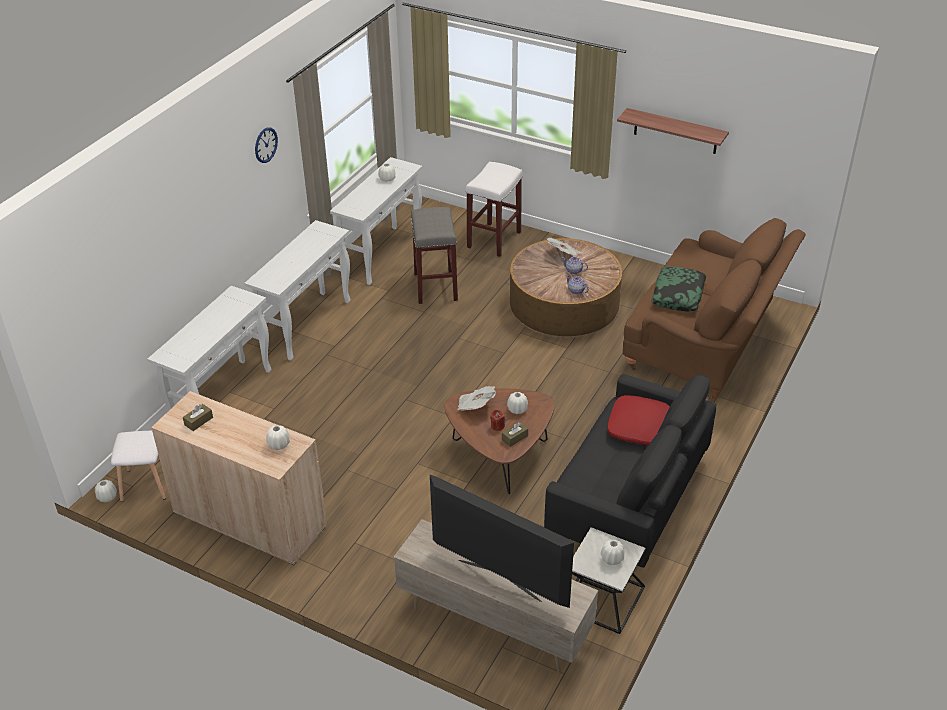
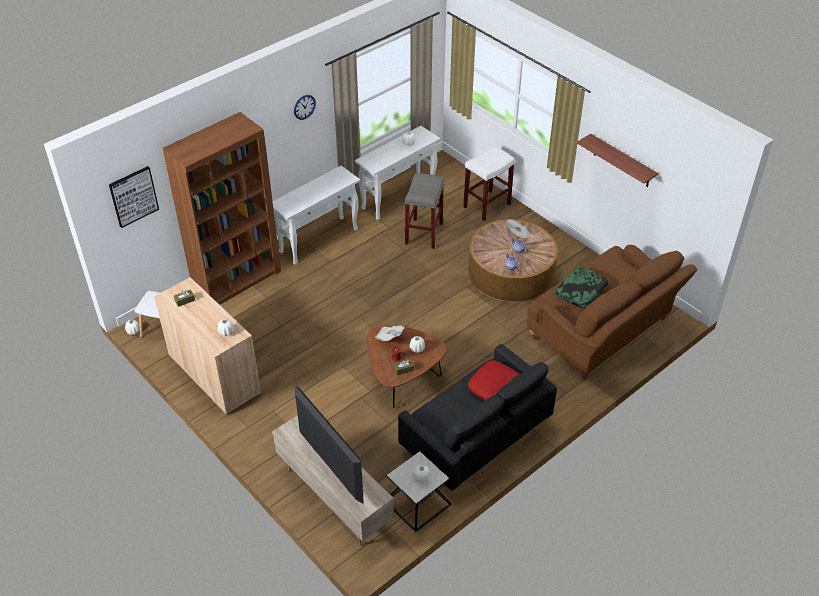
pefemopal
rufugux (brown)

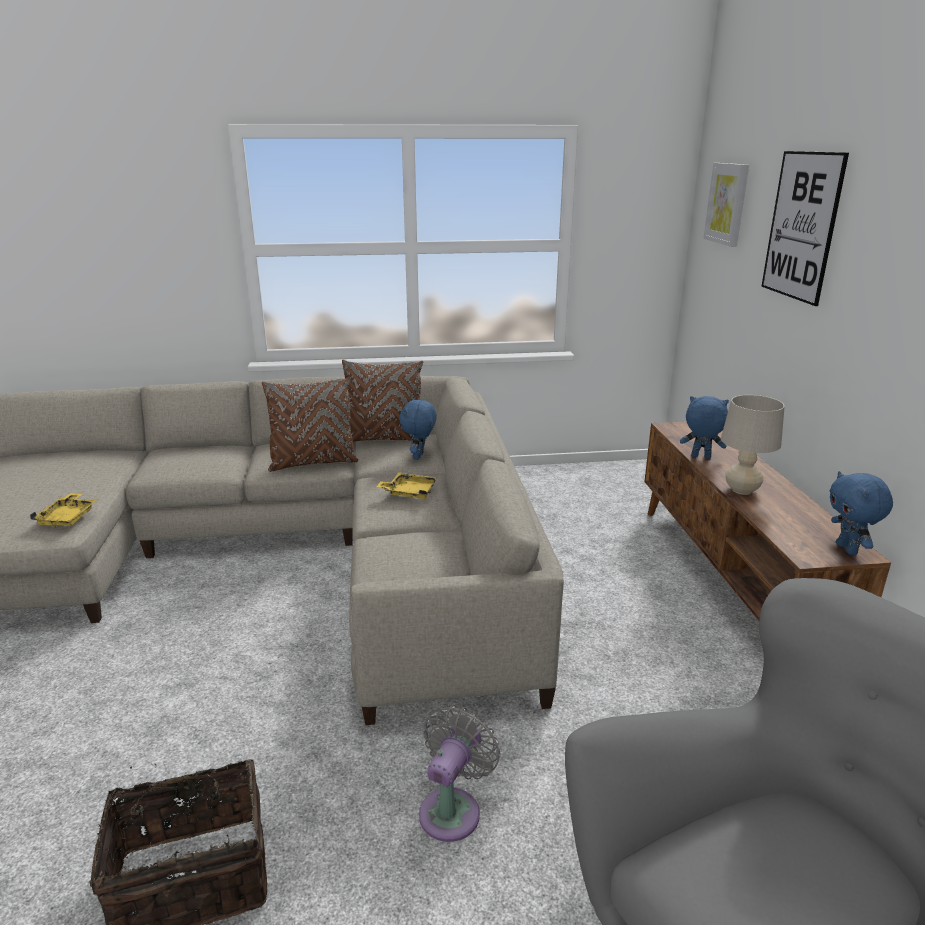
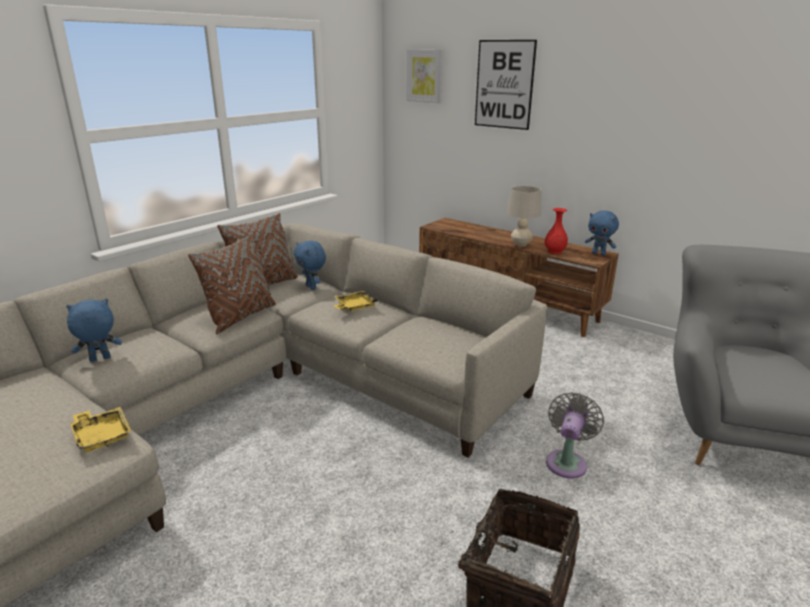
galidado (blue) (1st from left)
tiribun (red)
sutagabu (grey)

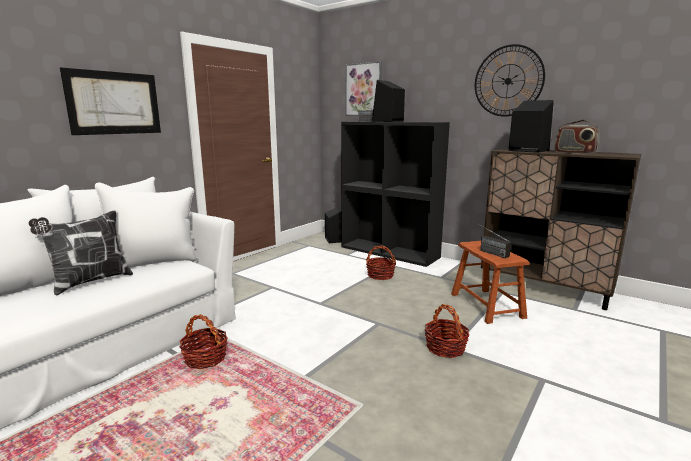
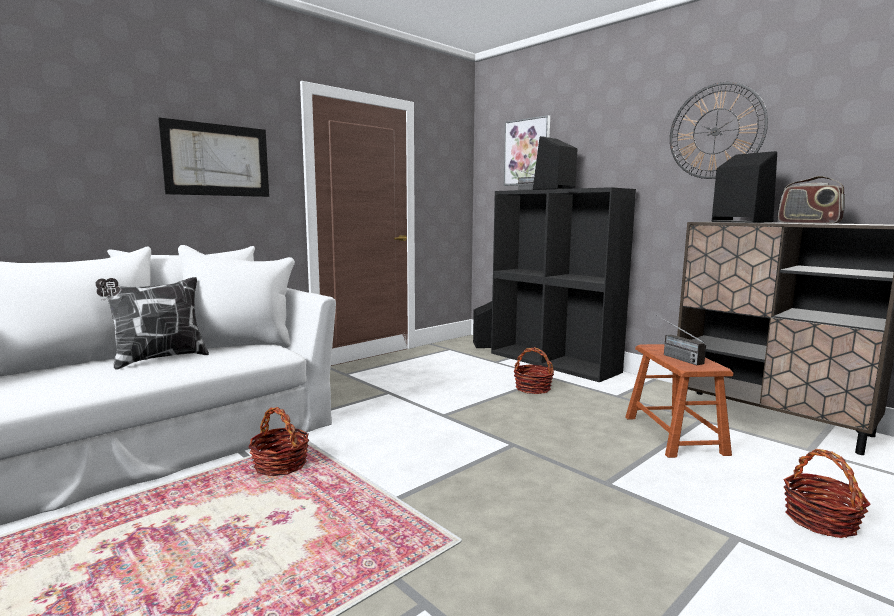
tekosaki (3rd from left)

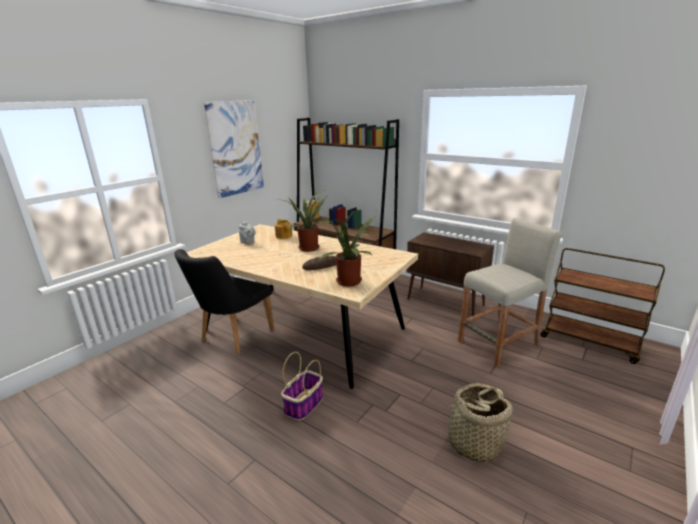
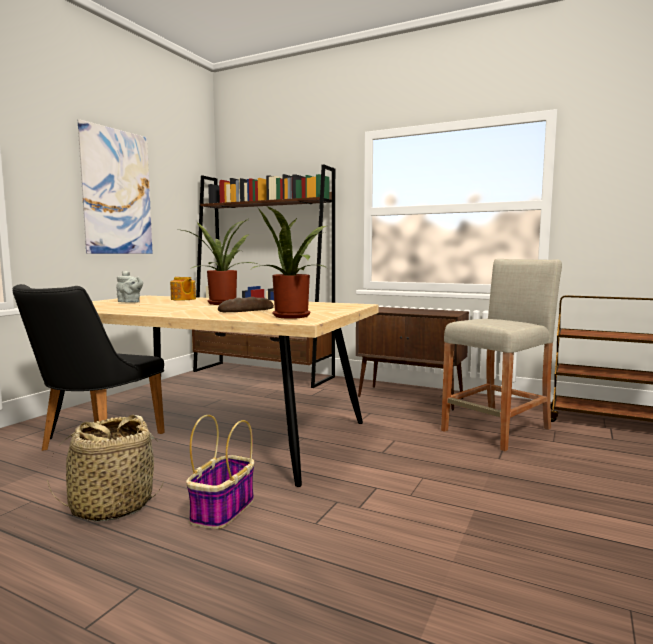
tekosaki (1st from left)

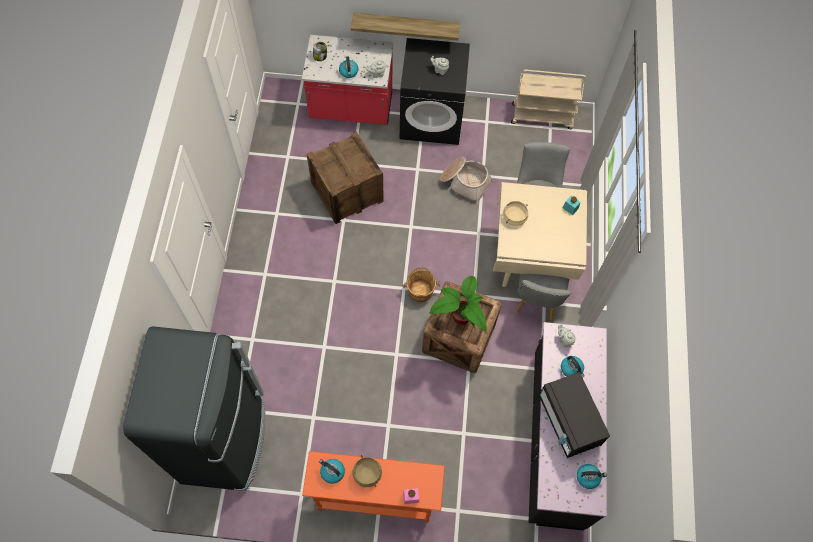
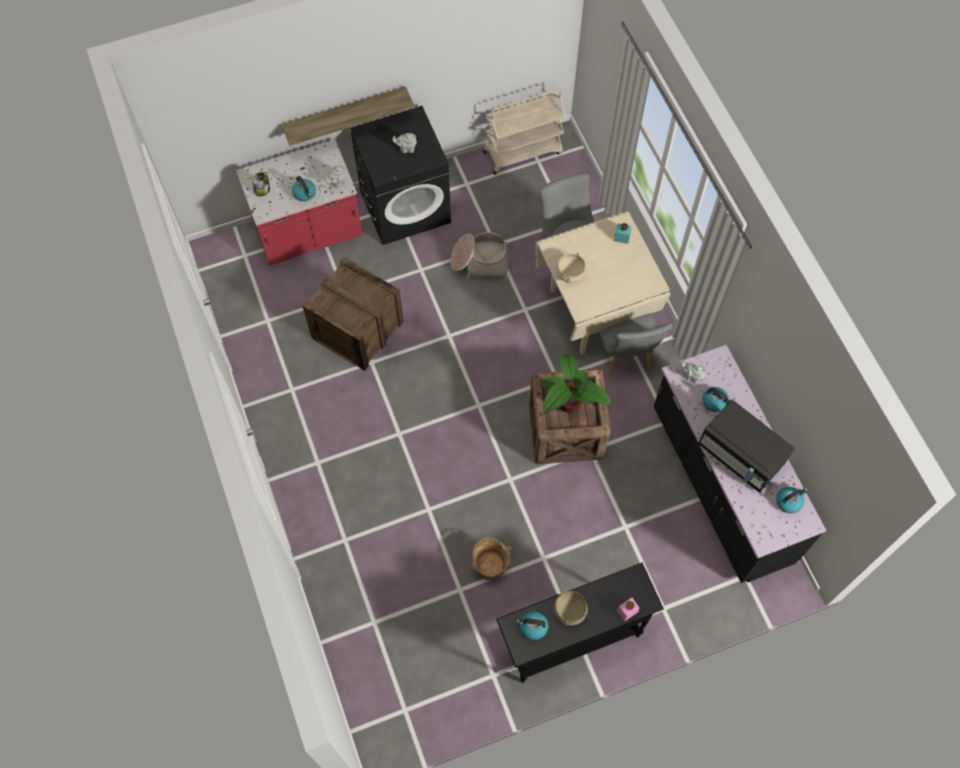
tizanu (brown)
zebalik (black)
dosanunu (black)

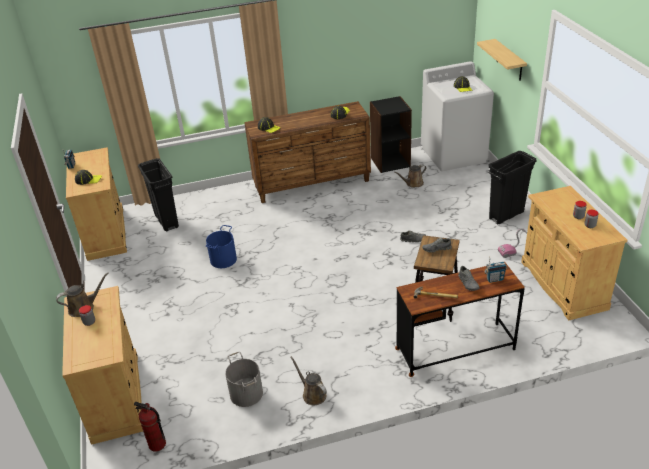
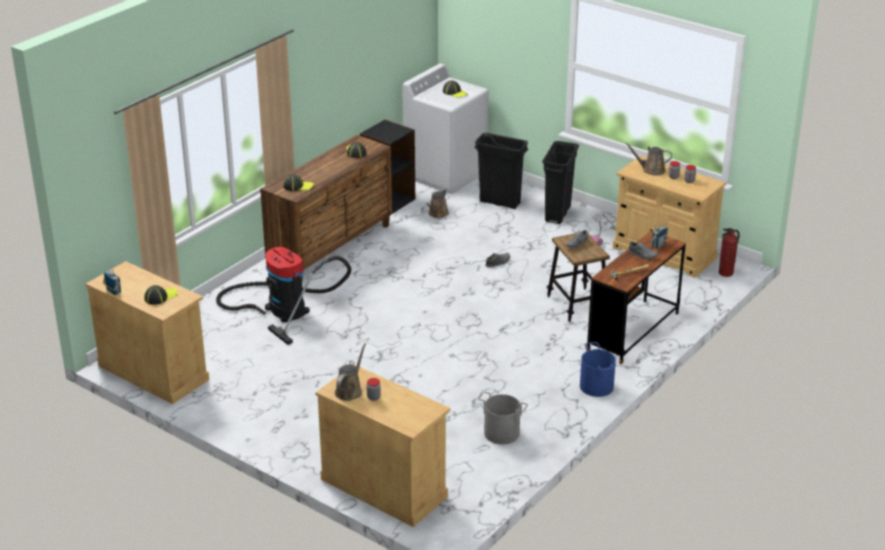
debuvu (1st from left)
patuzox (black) (1st from left)
tizanu (blue)
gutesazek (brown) (3rd from left)
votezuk
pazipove

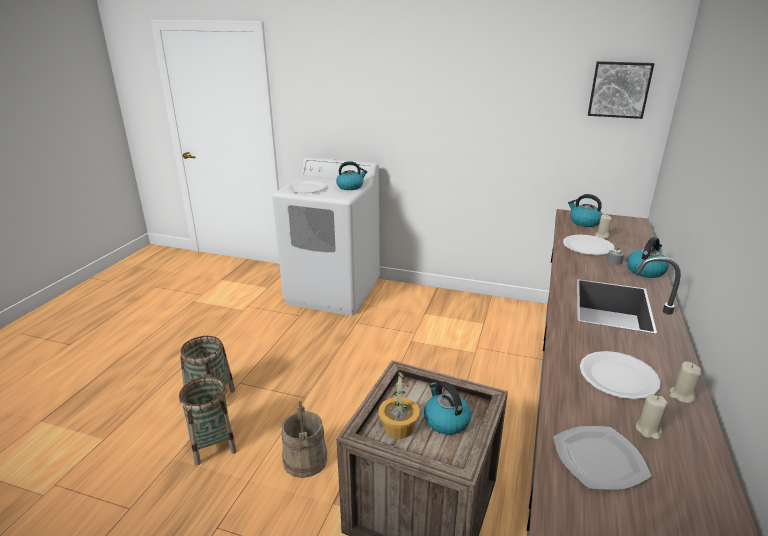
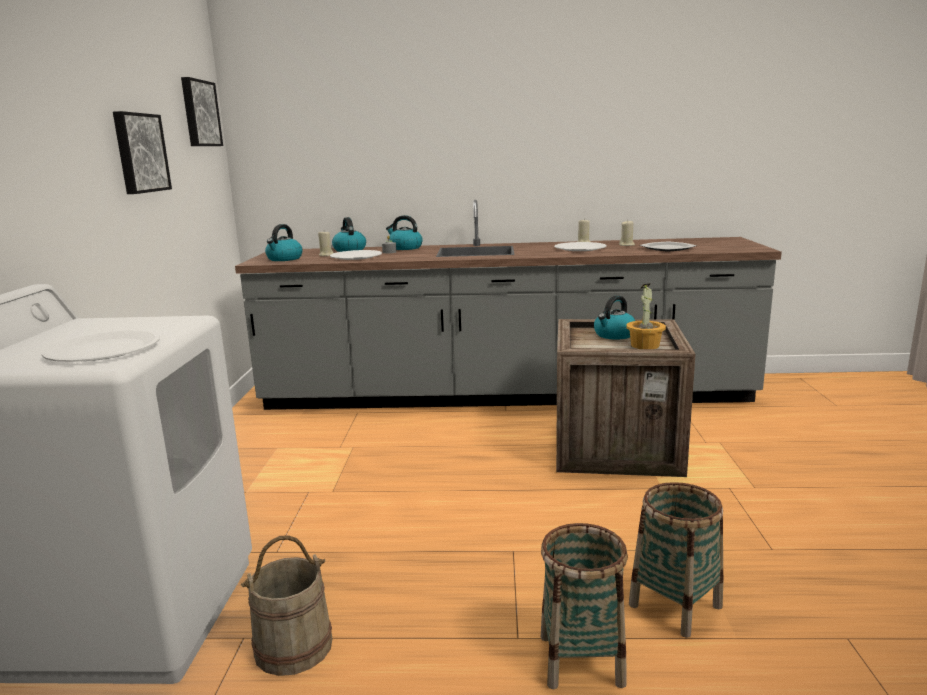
pefemopal (1st from left)
tizanu (beige)
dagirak (2nd from left)

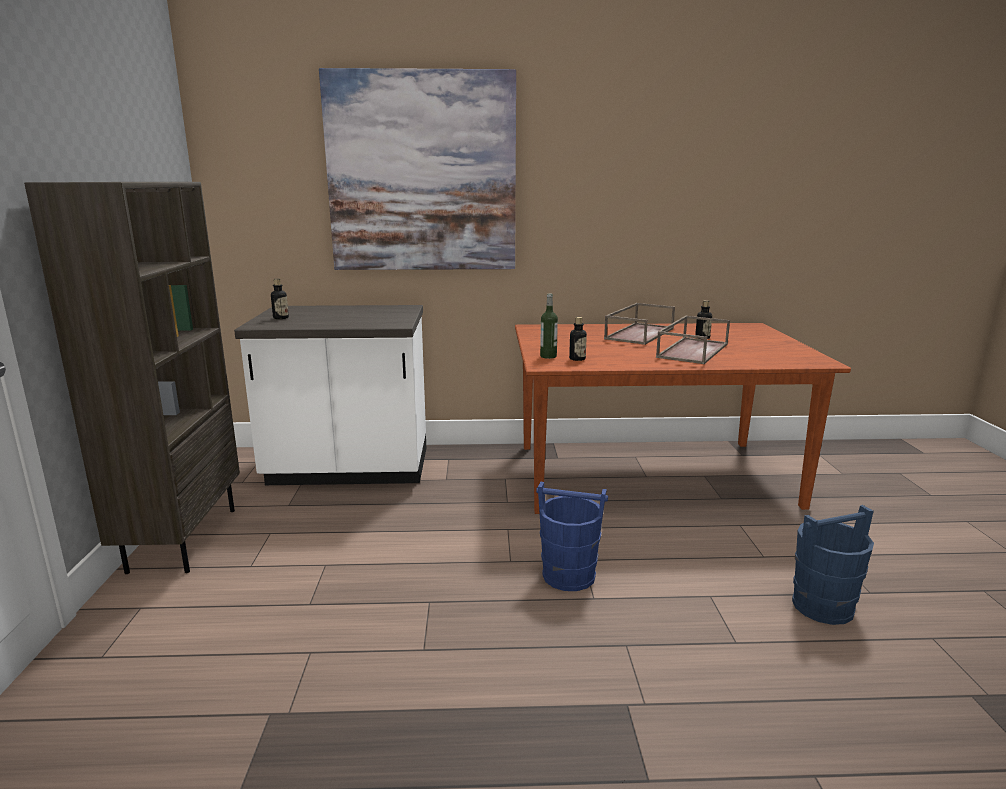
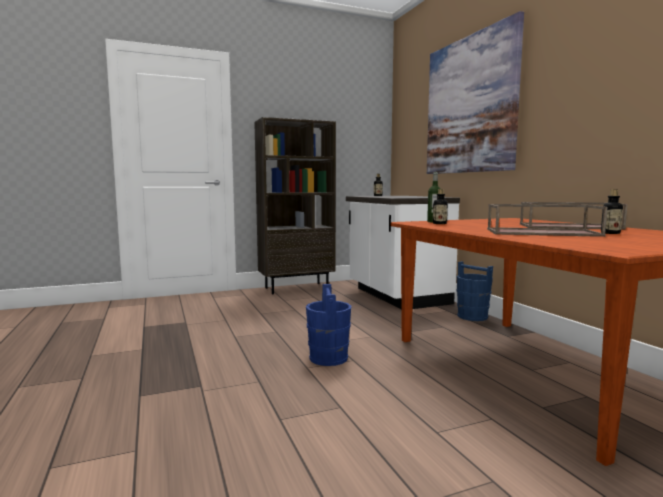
tizanu (blue) (2nd from left)

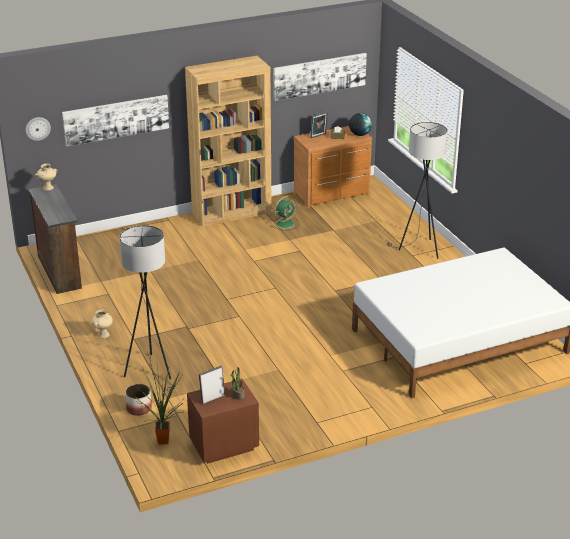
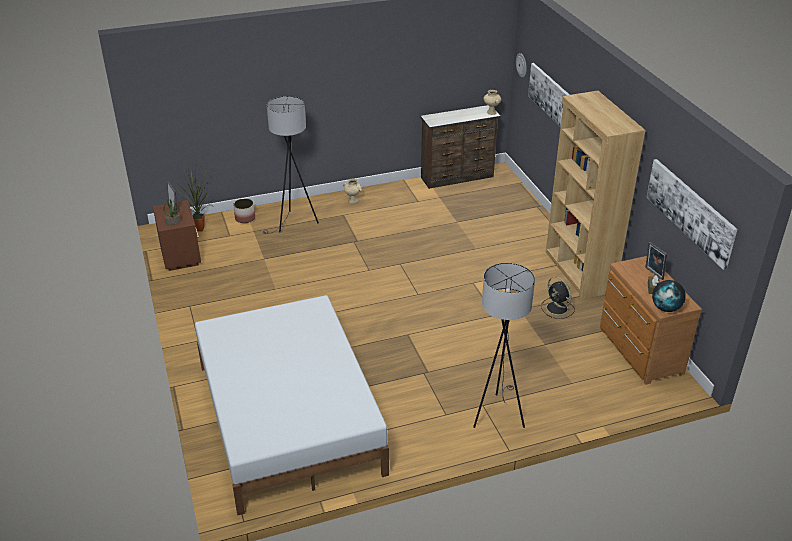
sutagabu (black)

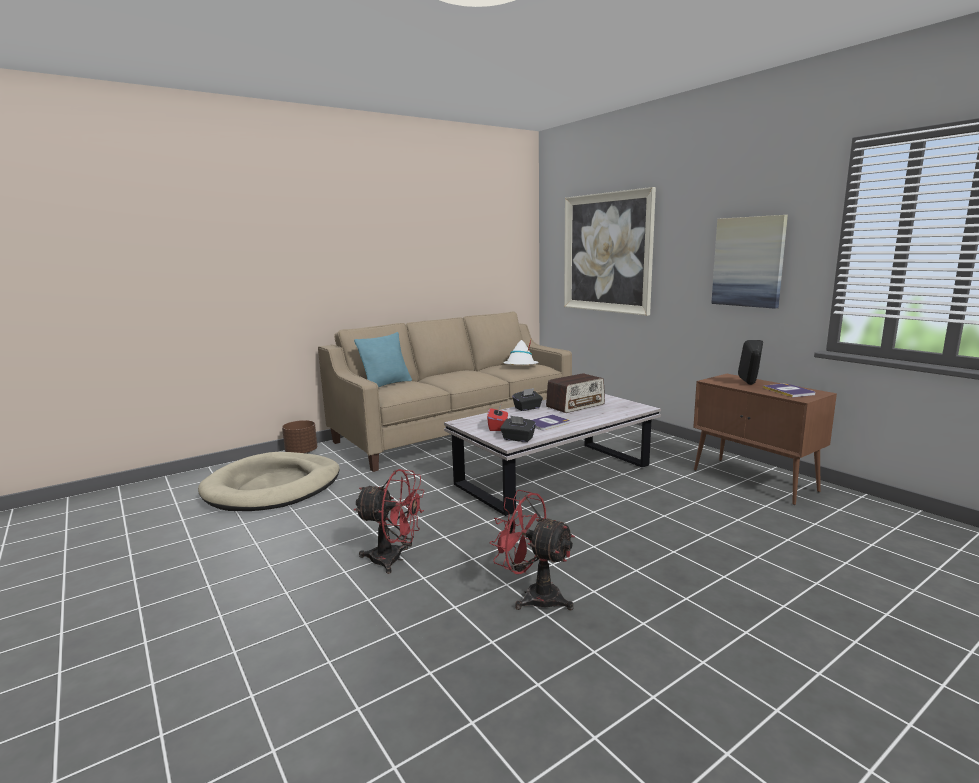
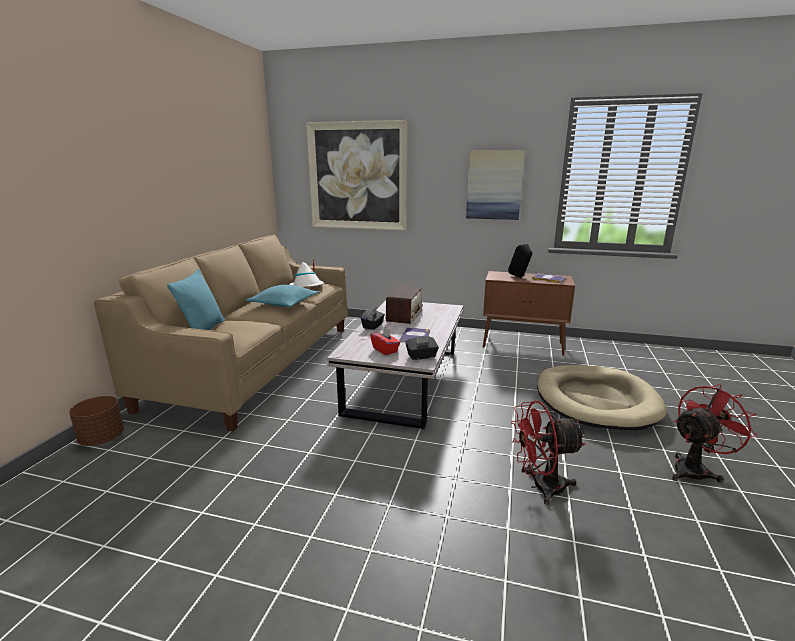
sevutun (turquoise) (2nd from left)
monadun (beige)
sutagabu (red) (2nd from left)

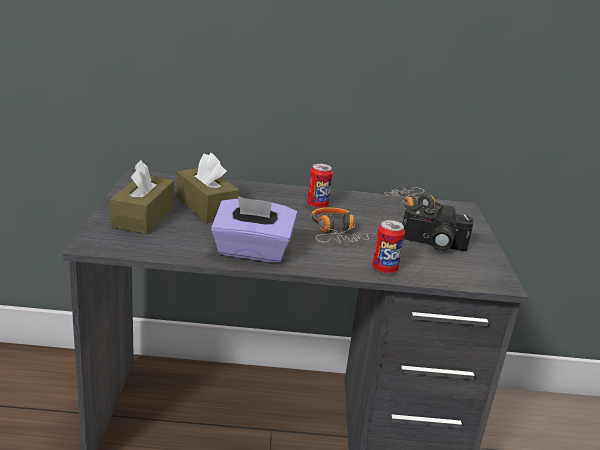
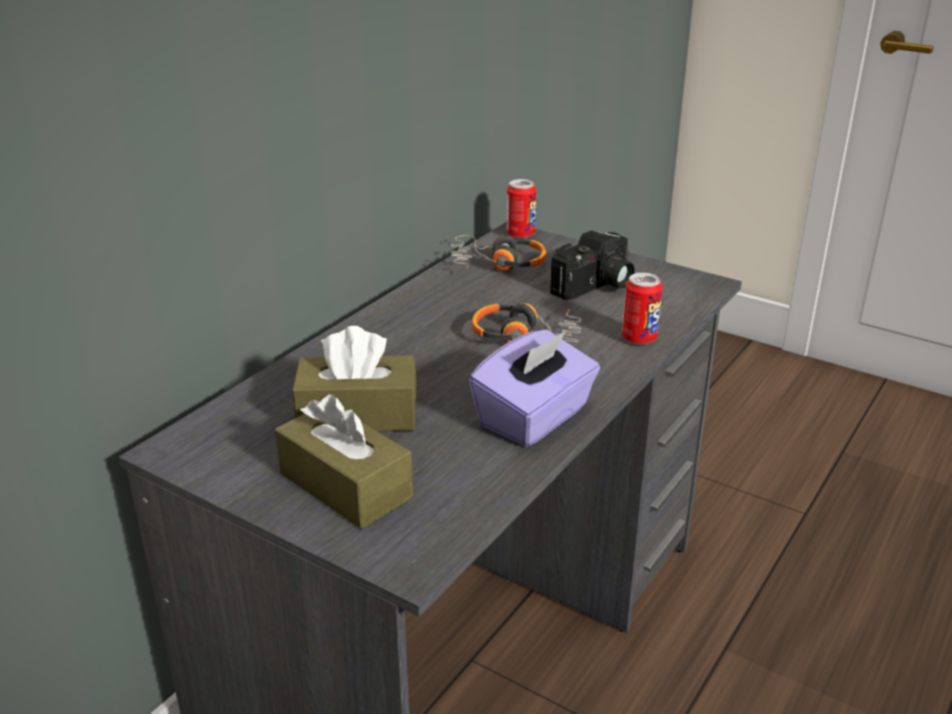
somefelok (1st from left)

